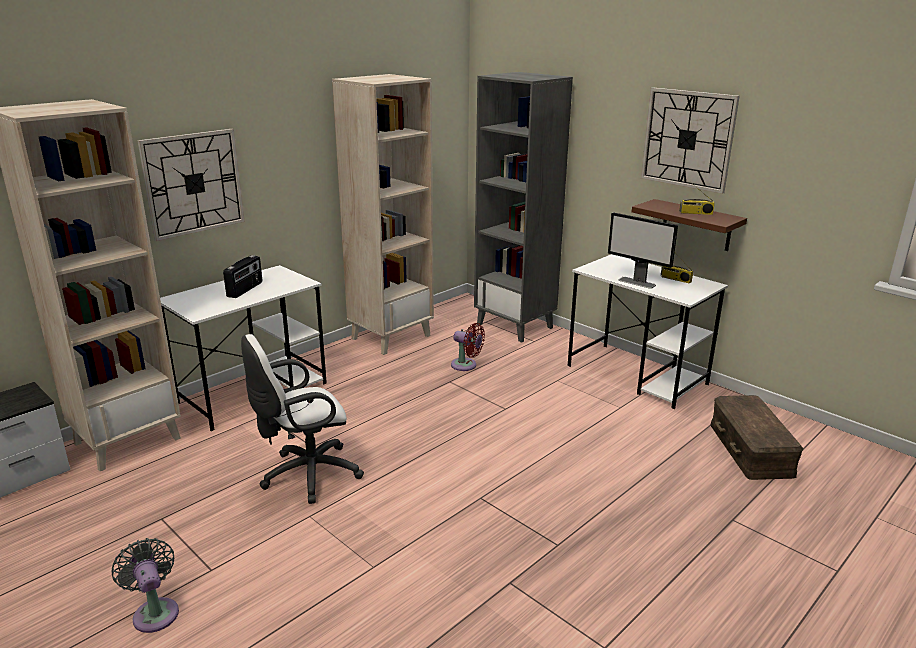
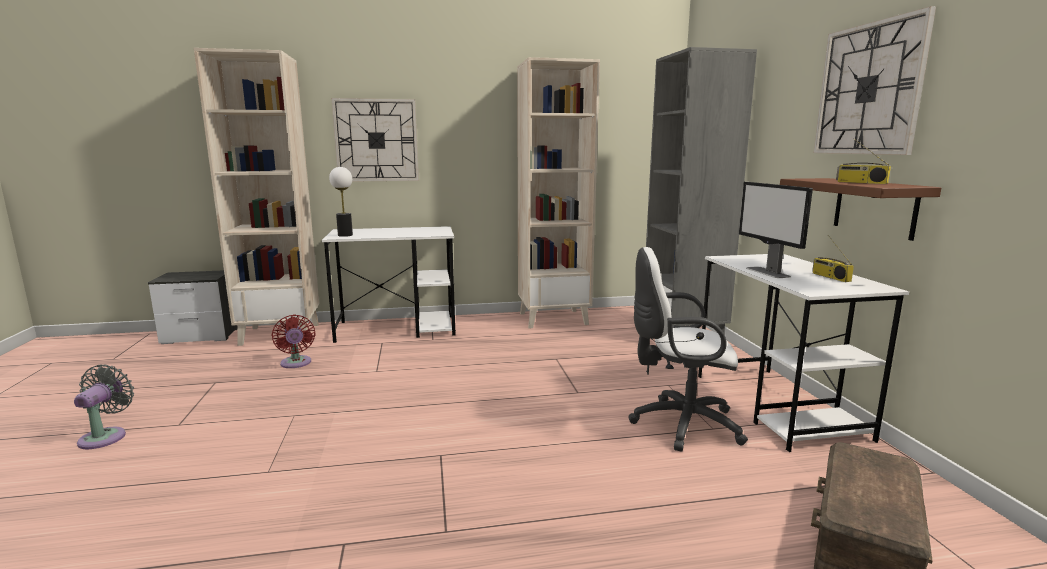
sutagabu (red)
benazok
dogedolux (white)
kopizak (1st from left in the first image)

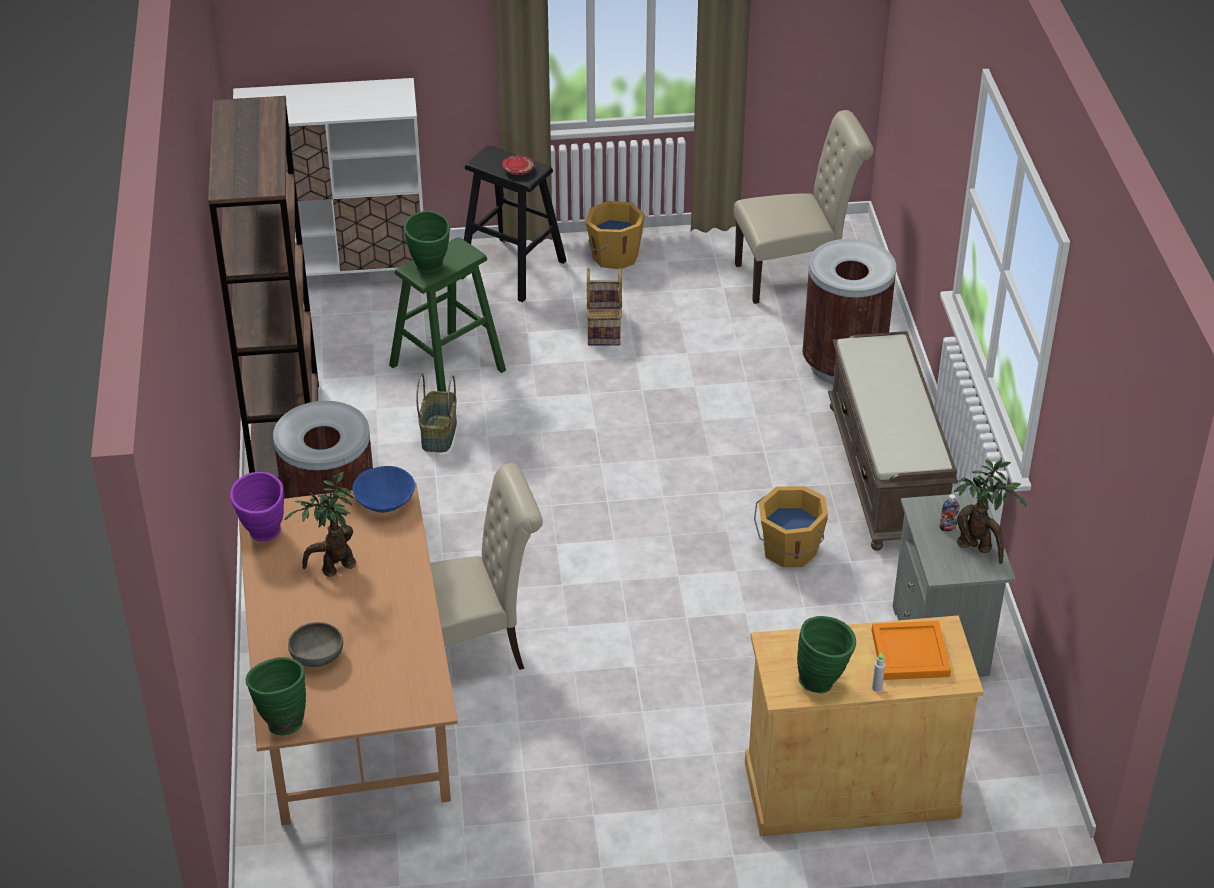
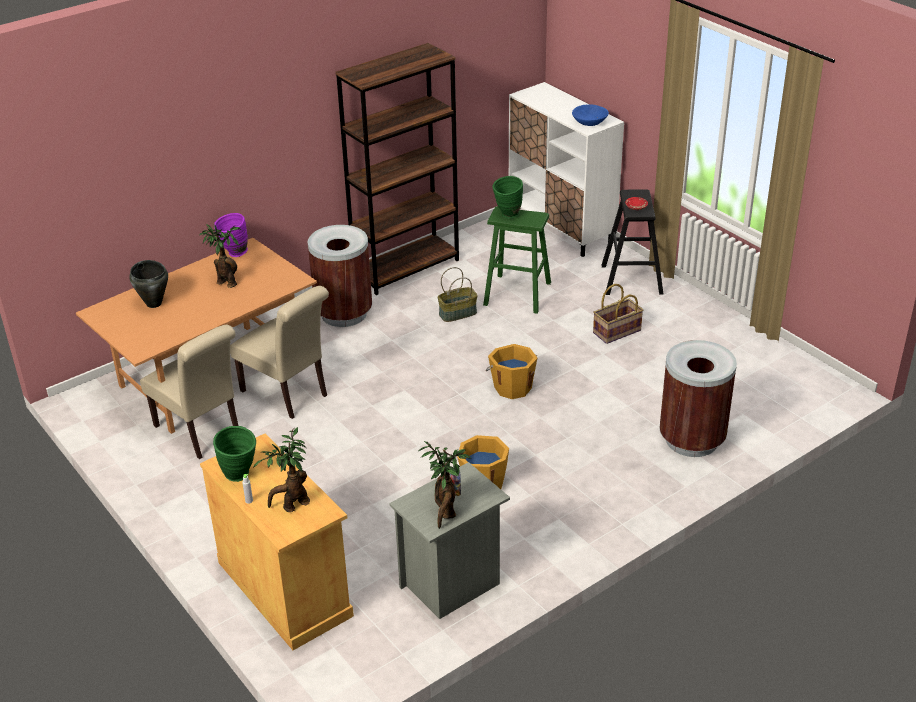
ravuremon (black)
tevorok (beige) (1st from left)
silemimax (2nd from left)
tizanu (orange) (2nd from left)
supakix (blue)
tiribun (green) (1st from left in the first image)
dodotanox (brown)

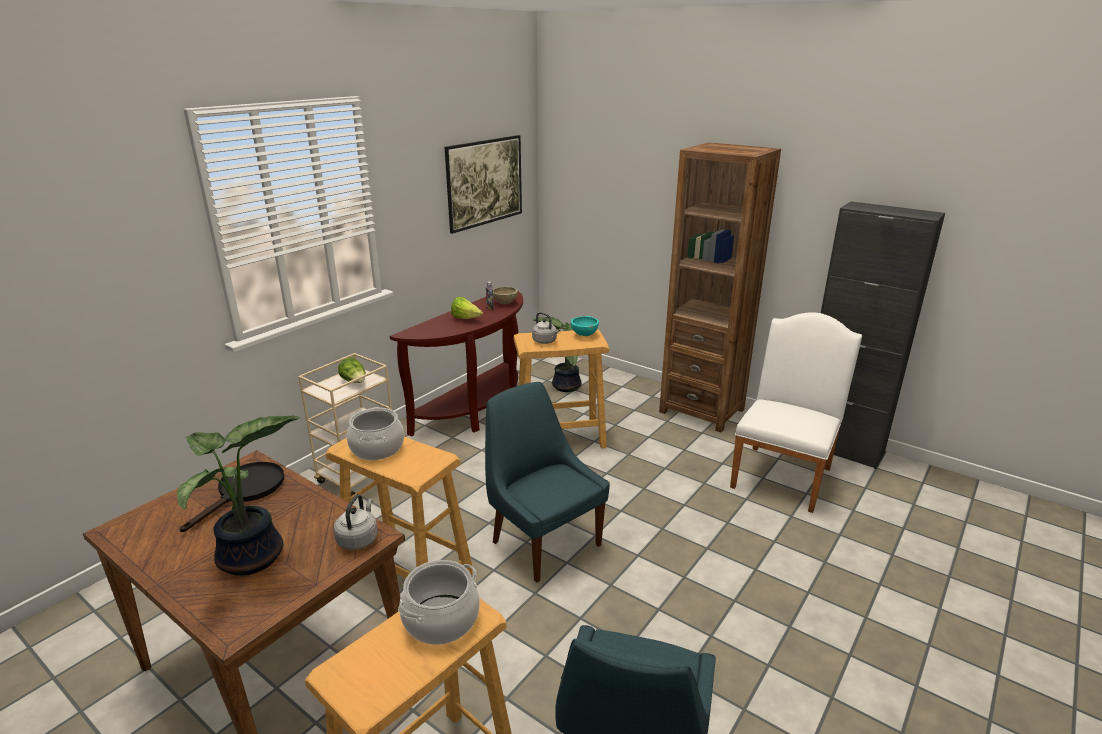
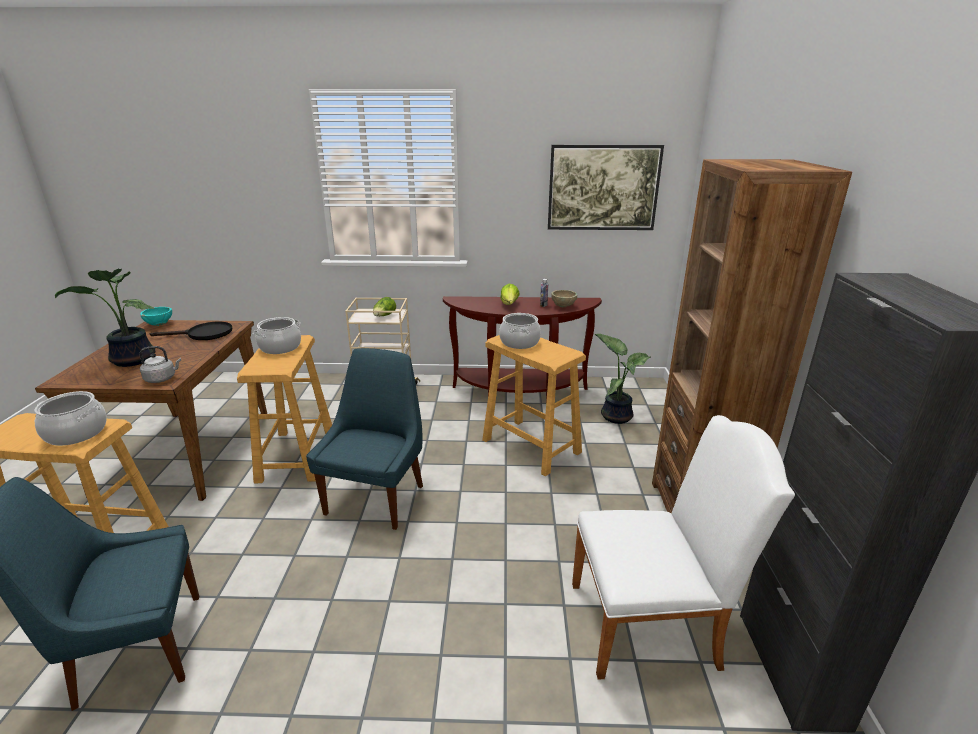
supakix (turquoise)
ravuremon (3rd from left)

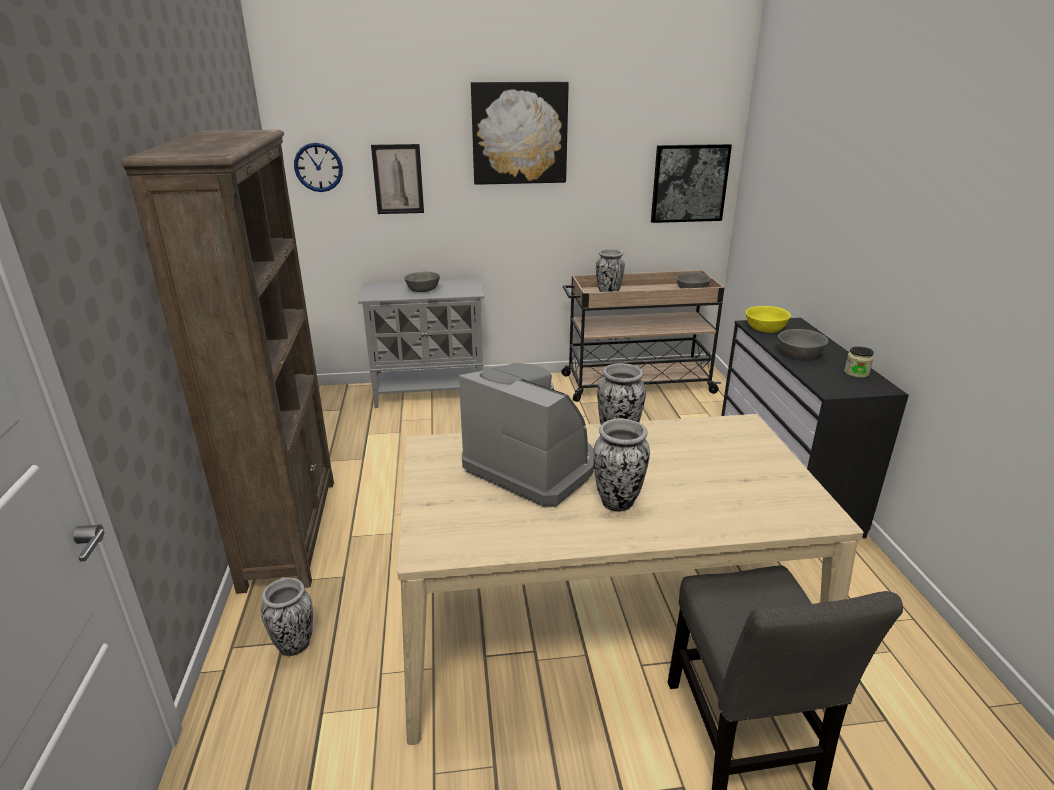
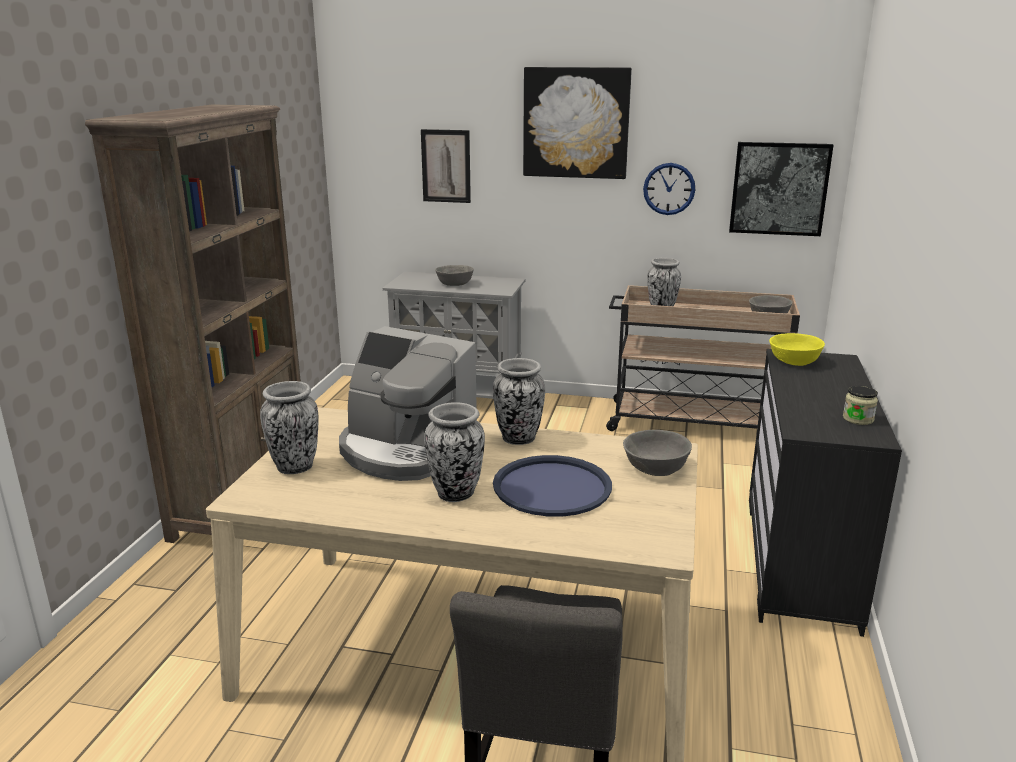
tiribun (1st from left)
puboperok
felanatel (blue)
supakix (grey) (2nd from left)
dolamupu

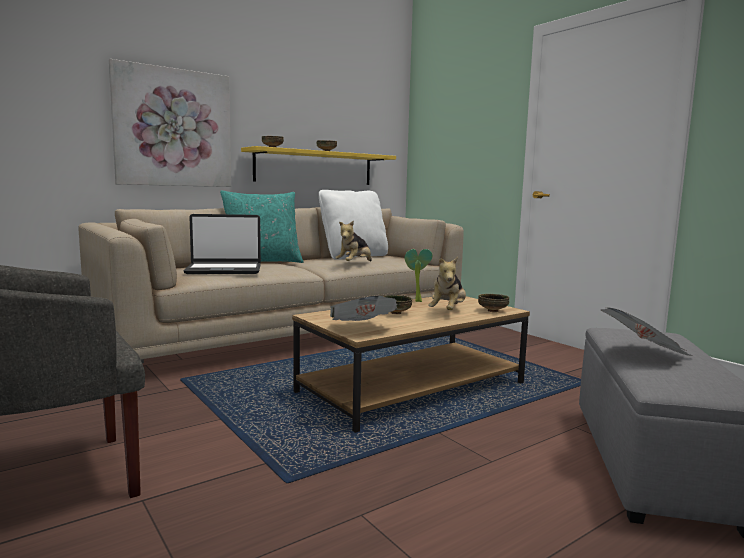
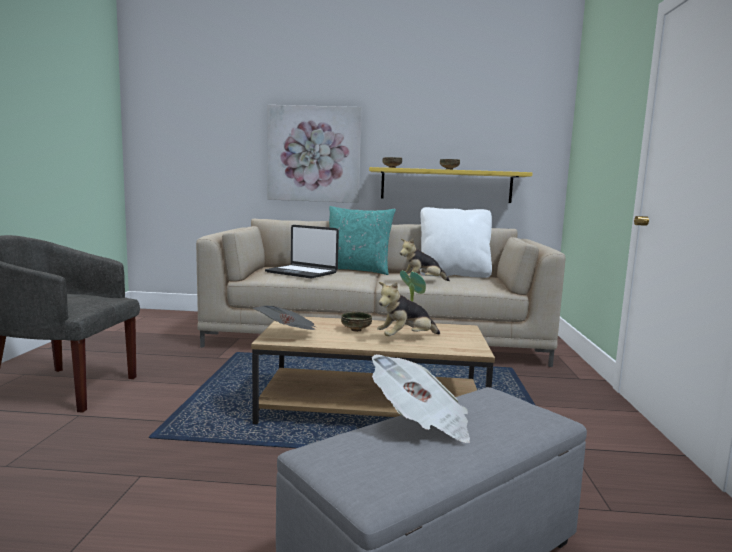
supakix (4th from left in the first image)

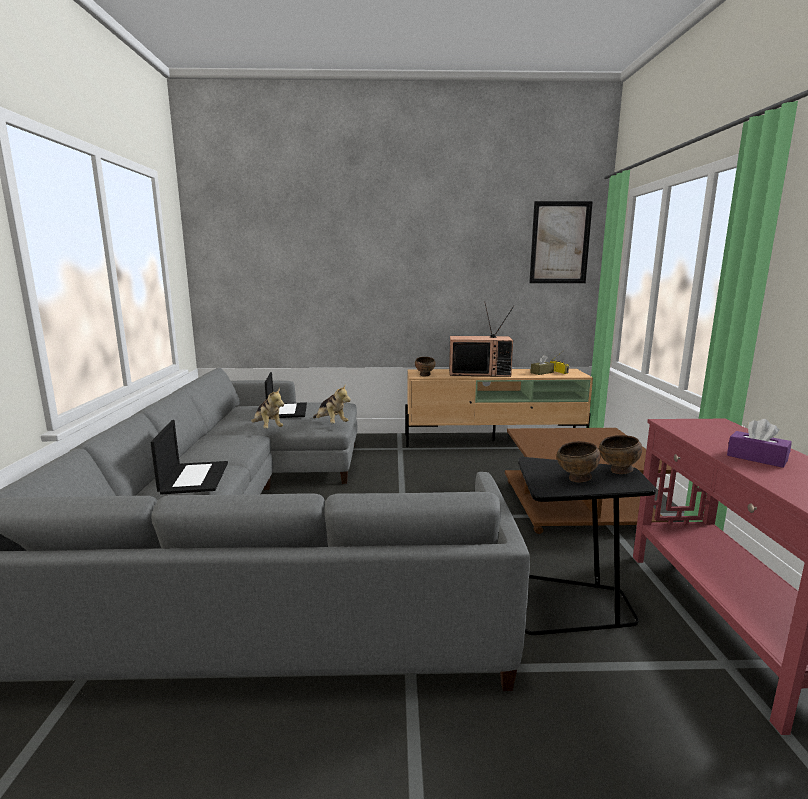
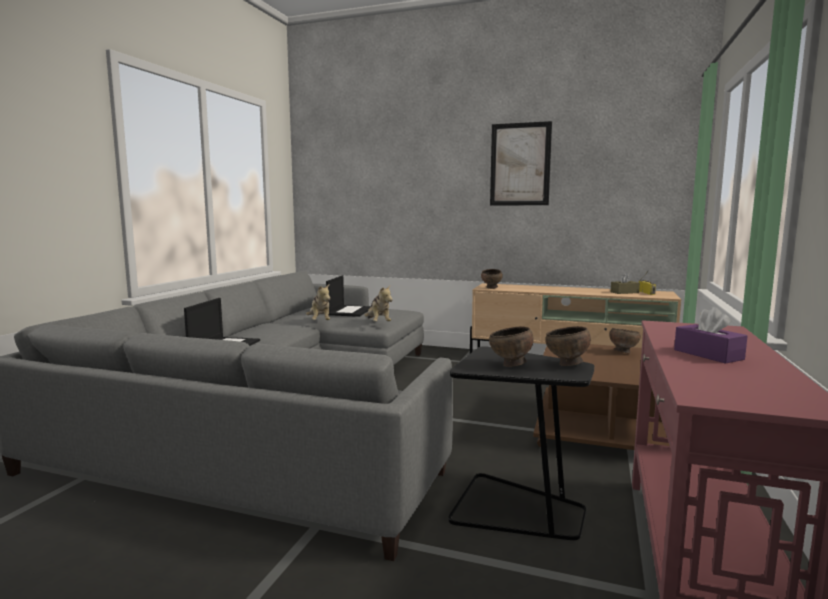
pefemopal
supakix (brown) (4th from left)
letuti

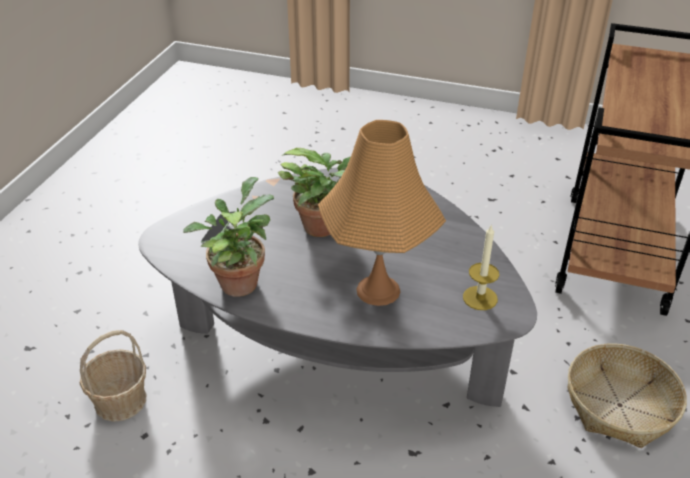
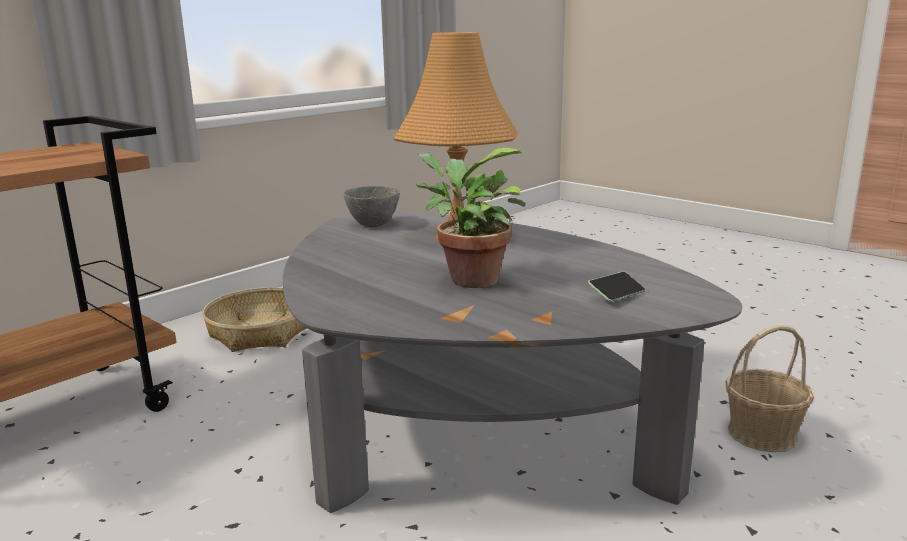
supakix (grey)
silemimax (1st from left in the first image)

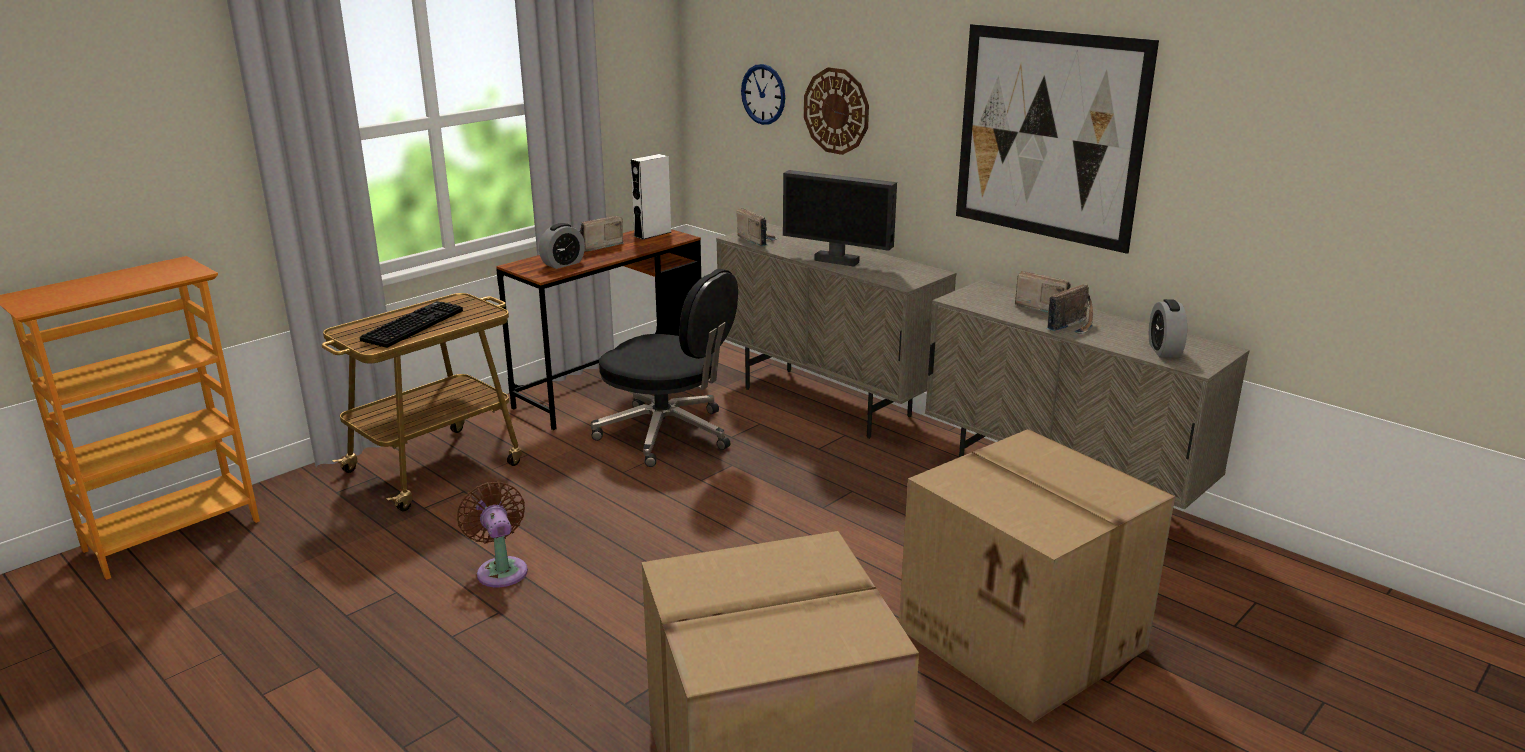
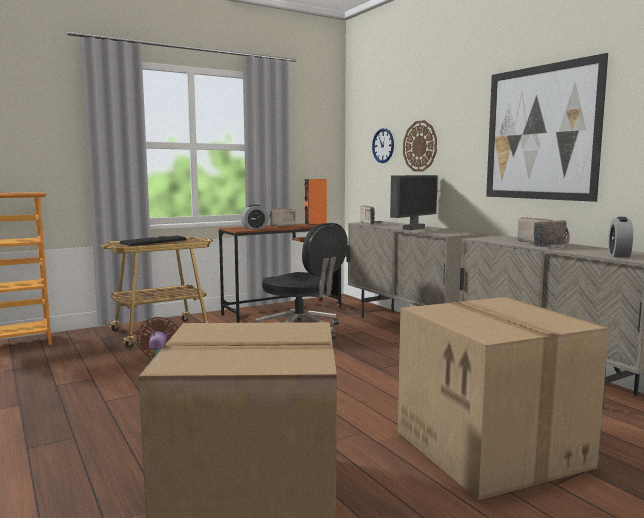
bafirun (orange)
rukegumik

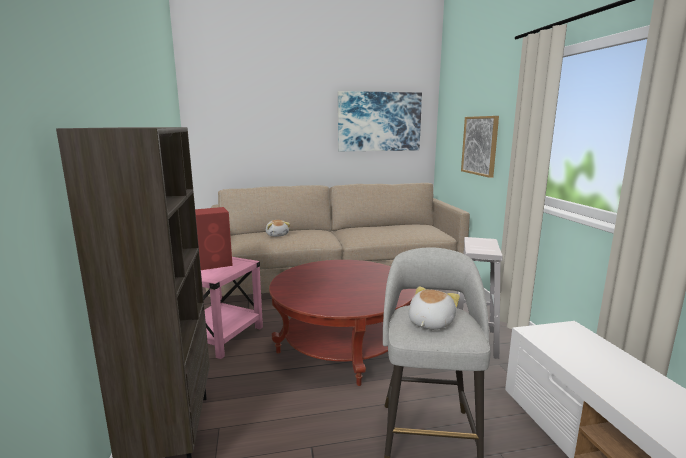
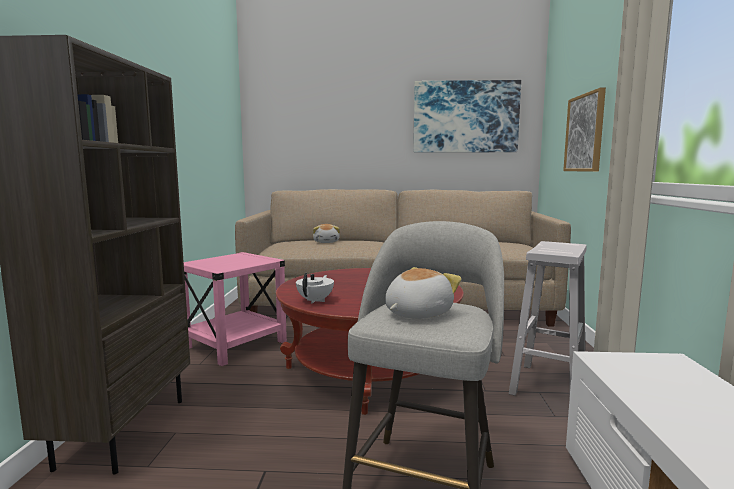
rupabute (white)
bafirun (red)

